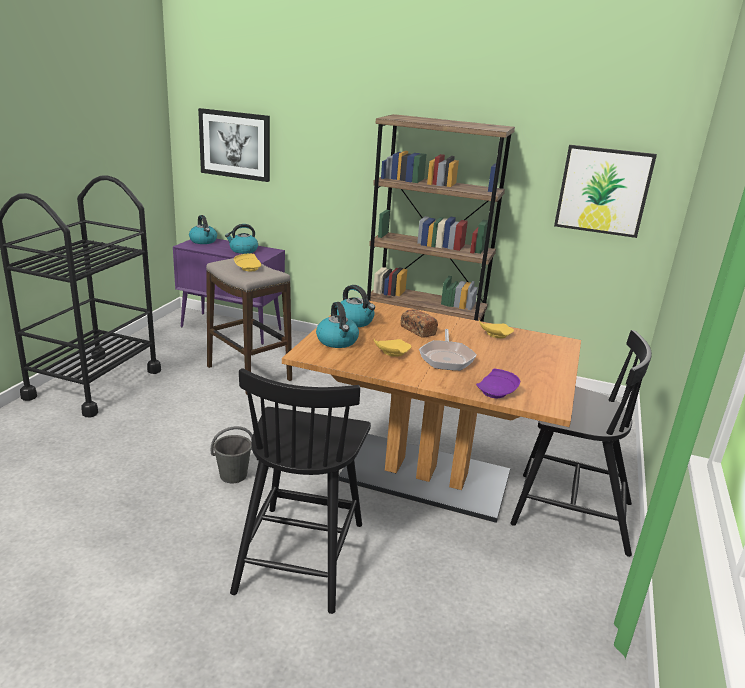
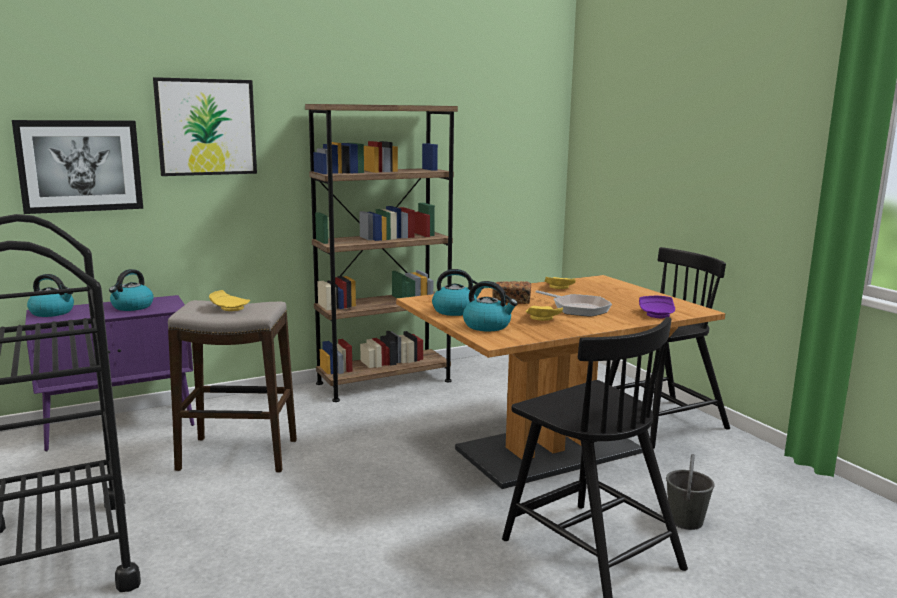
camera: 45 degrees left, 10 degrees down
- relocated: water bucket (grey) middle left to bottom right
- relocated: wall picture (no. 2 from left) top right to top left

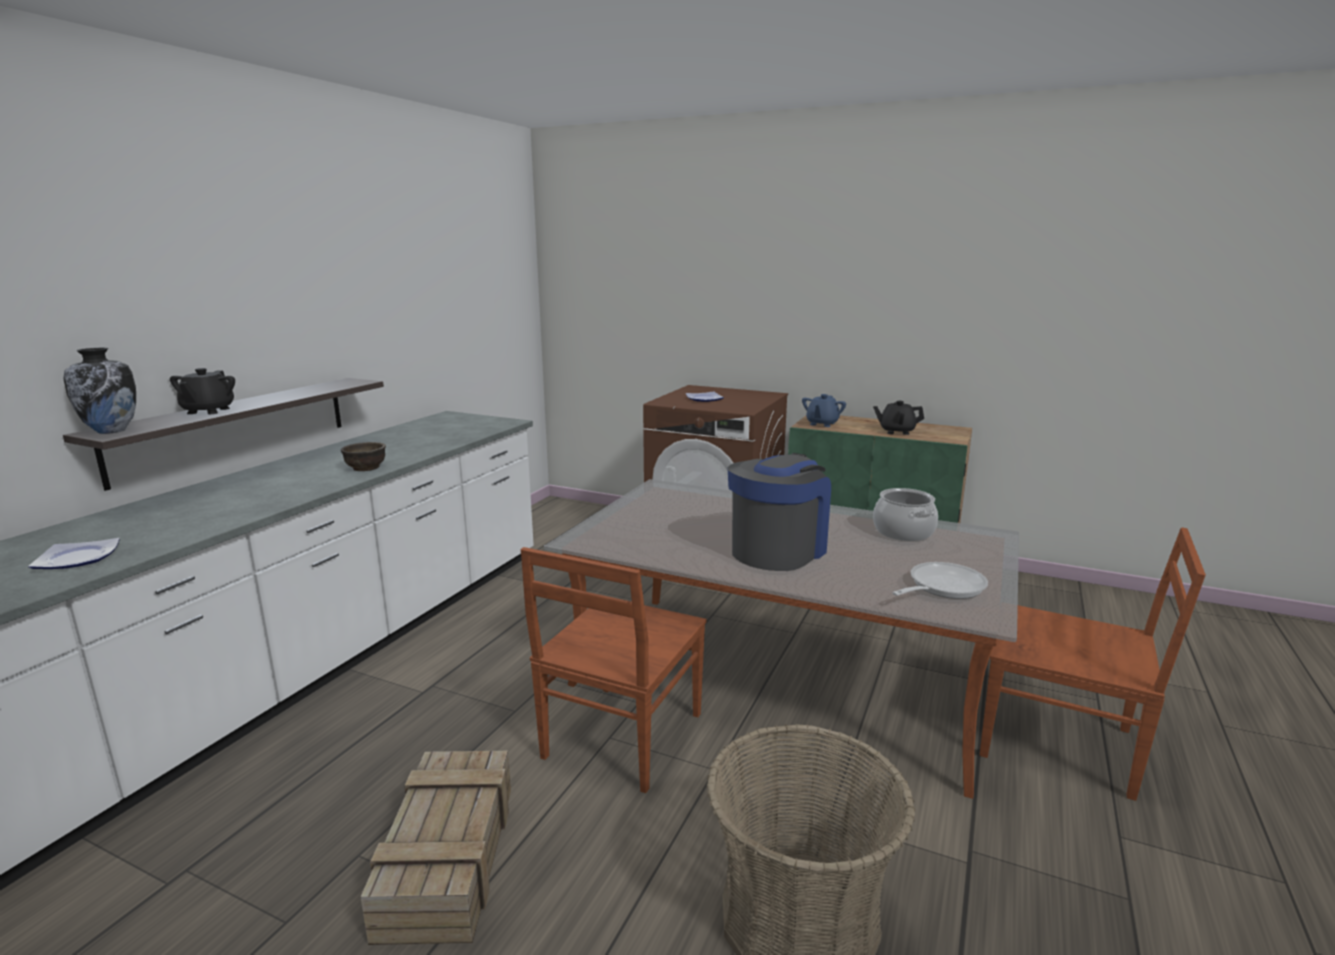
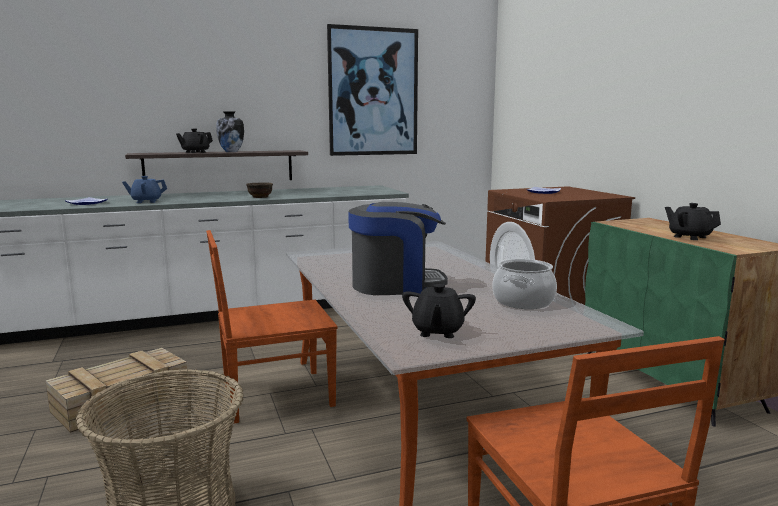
camera: 45 degrees right, 5 degrees down
- appeared: wall picture top centre
- relocated: decorative vase middle left to top left
- relocated: teapot (blue) centre to middle left
- exchanged: skillet middle right to teapot (black-coloured) (no. 2 from left) centre

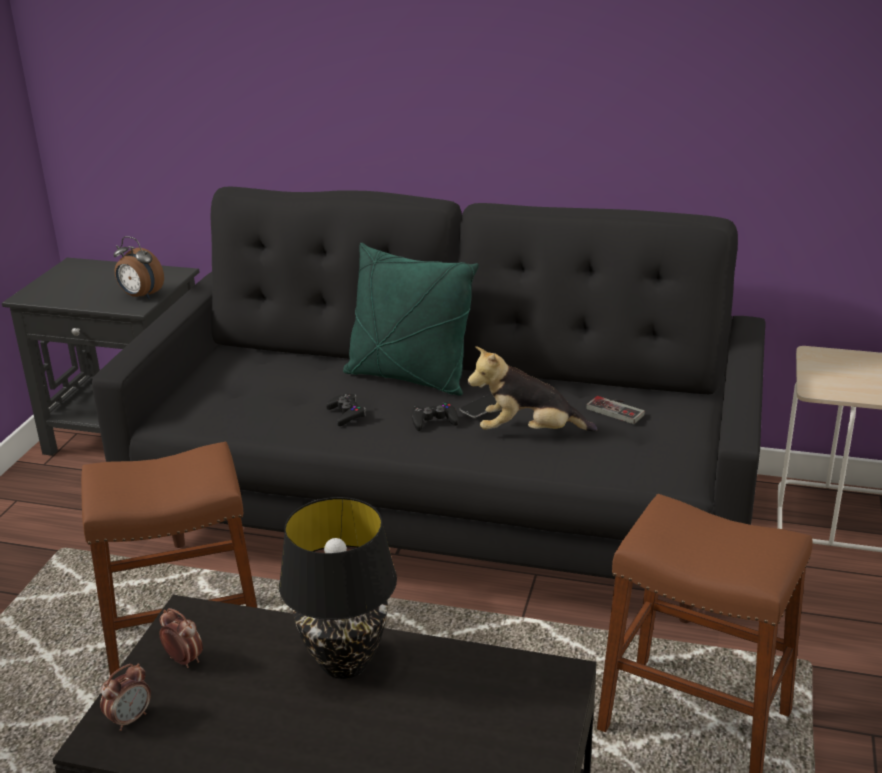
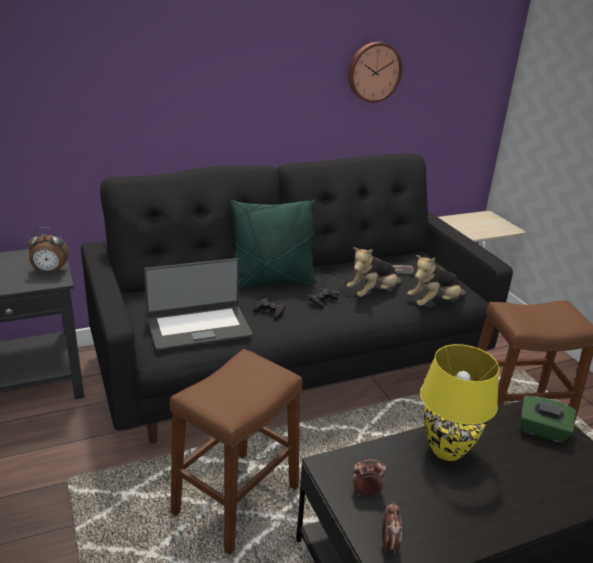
camera: 40 degrees left, 0 degrees up
- appeared: notebook computer centre
- appeared: wall clock top centre
- appeared: cuddly toy (no. 2 from left) middle right
- appeared: tissue holder (green-coloured) bottom right
- colour: table lamp (black-coloured) bottom centre to table lamp (yellow) bottom right

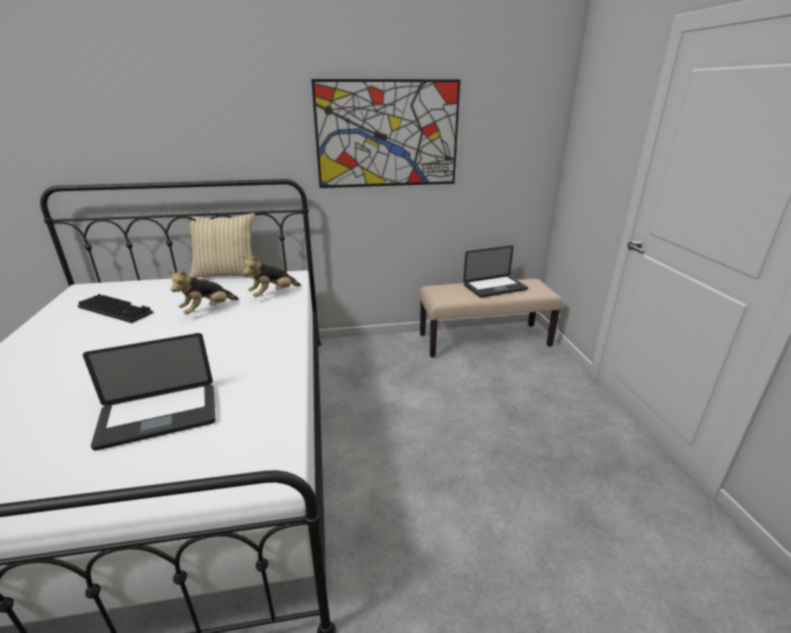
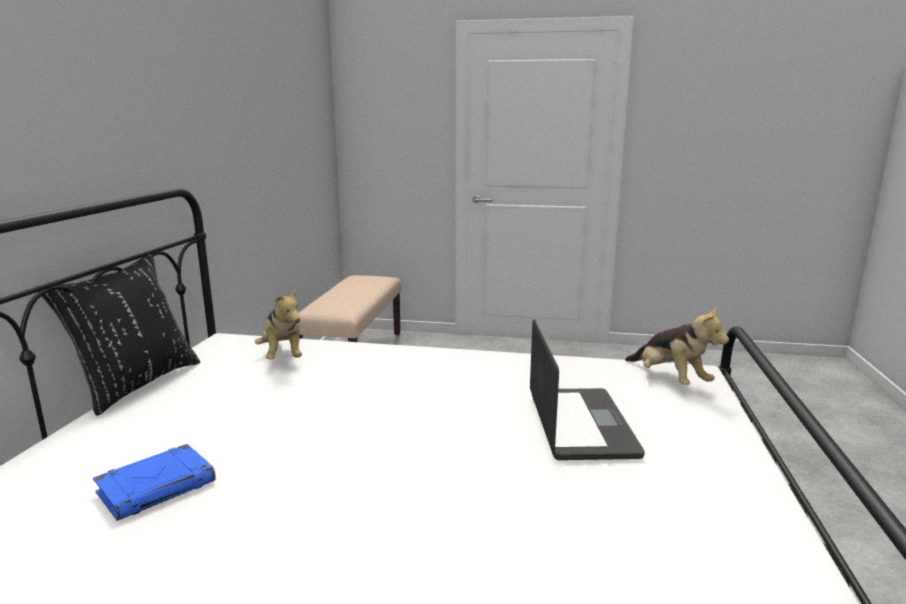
camera: 70 degrees left, 10 degrees down
- missing: wall picture top centre
- missing: notebook computer (no. 2 from left) centre
- relocated: cuddly toy (no. 1 from left in the first image) middle left to cuddly toy (no. 2 from left) middle right
- exchanged: keyboard middle left to bound book (blue) bottom left
- colour: cushion (beige) middle left to cushion (black-coloured) middle left

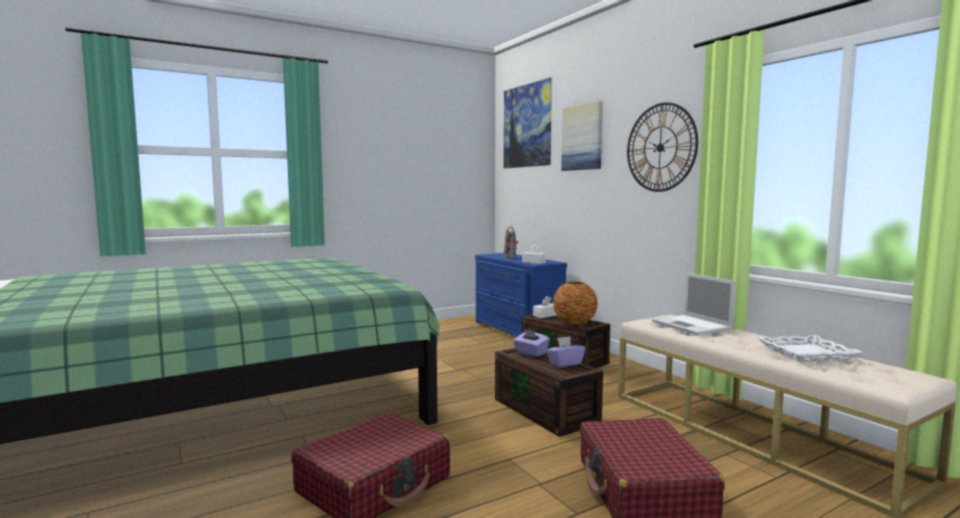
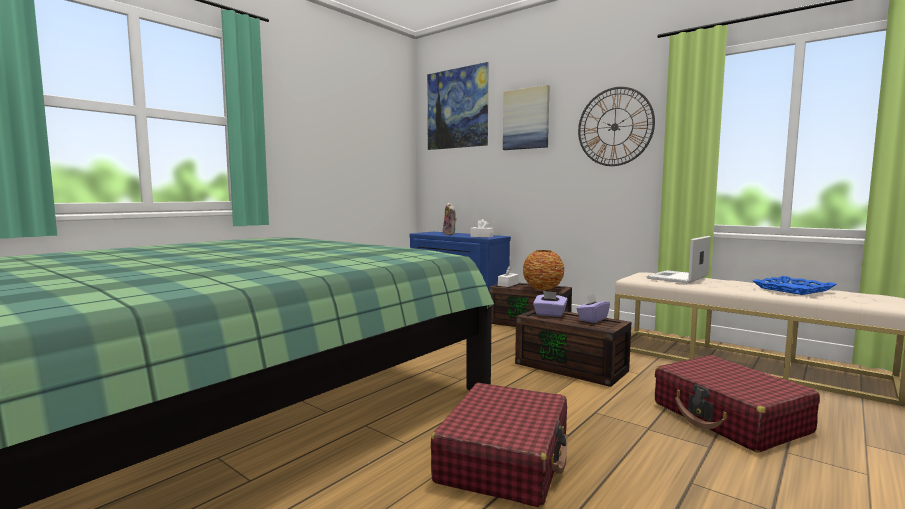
camera: 20 degrees left, 0 degrees up
- colour: tray (whitish) bottom right to tray (blue) middle right
- spun: notebook computer middle right = middle right 90 degrees clockwise

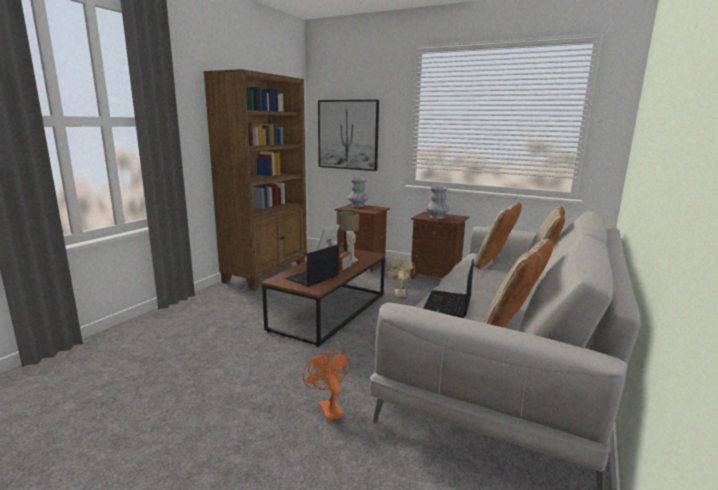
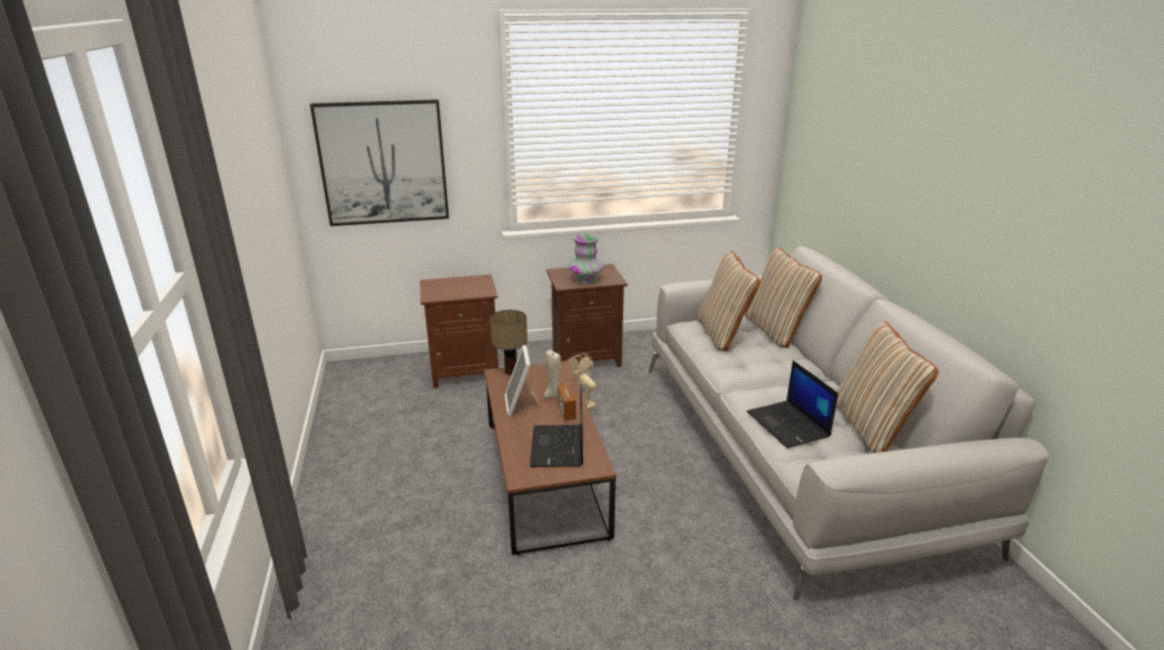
camera: 40 degrees left, 10 degrees up
- missing: bookcase (brown-coloured) centre
- missing: fan (orange) bottom centre
- missing: decorative vase (no. 1 from left) centre

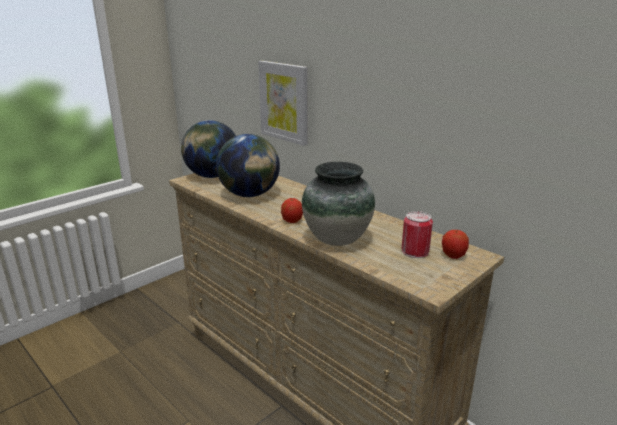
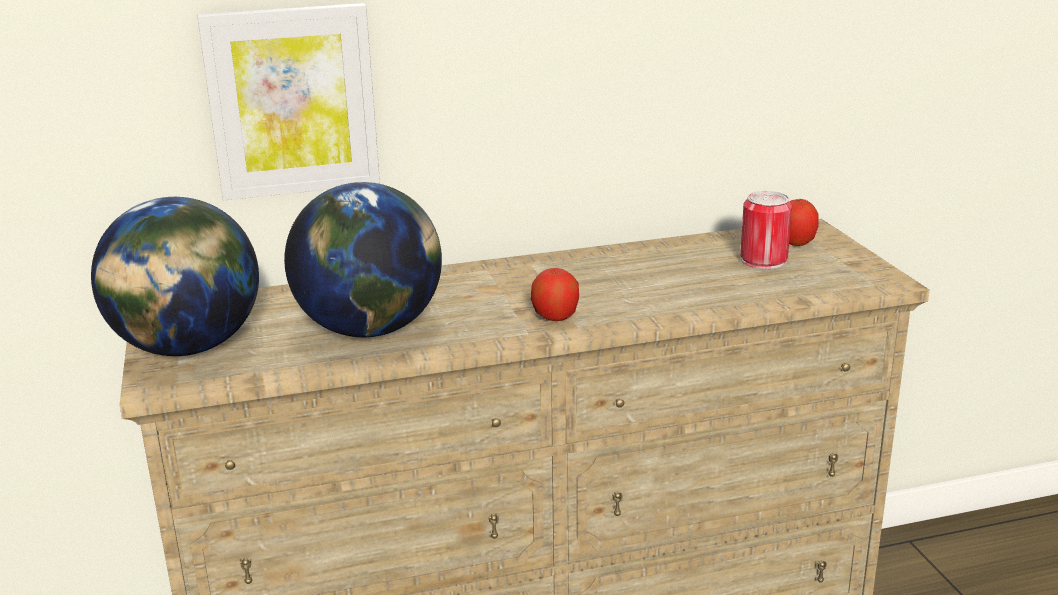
camera: 60 degrees left, 0 degrees up
- missing: decorative vase centre

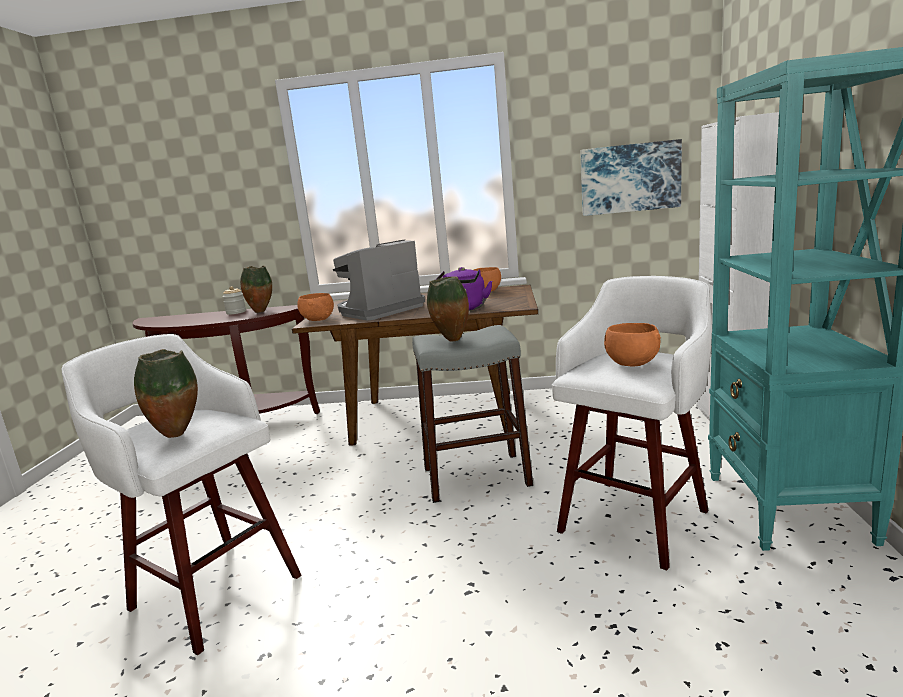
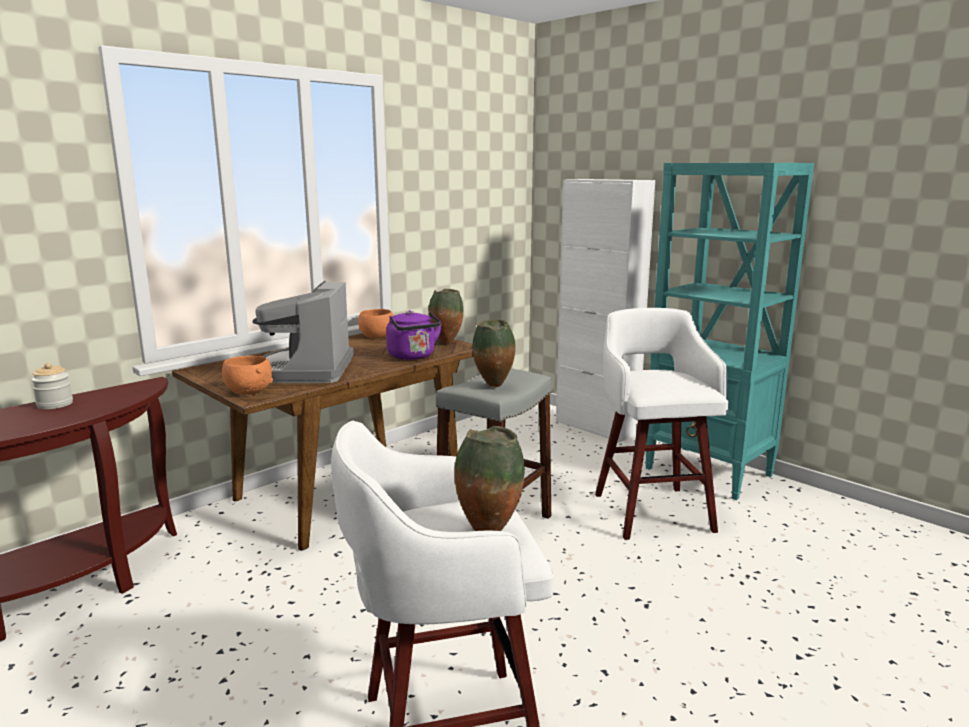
camera: 50 degrees left, 0 degrees up
- missing: wall picture top right
- missing: bowl (orange) (no. 3 from left) middle right
- relocated: decorative vase (no. 2 from left in the first image) middle left to decorative vase (no. 1 from left) centre

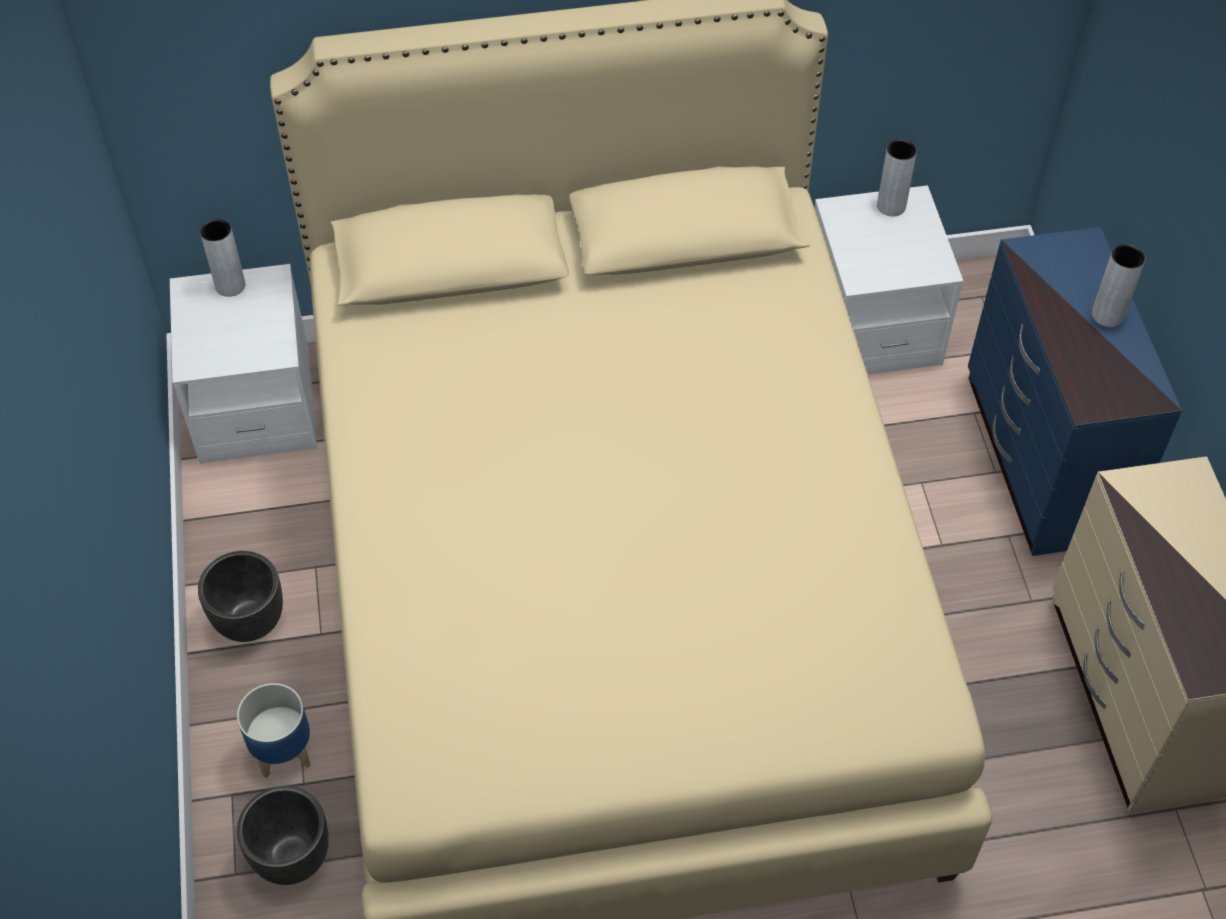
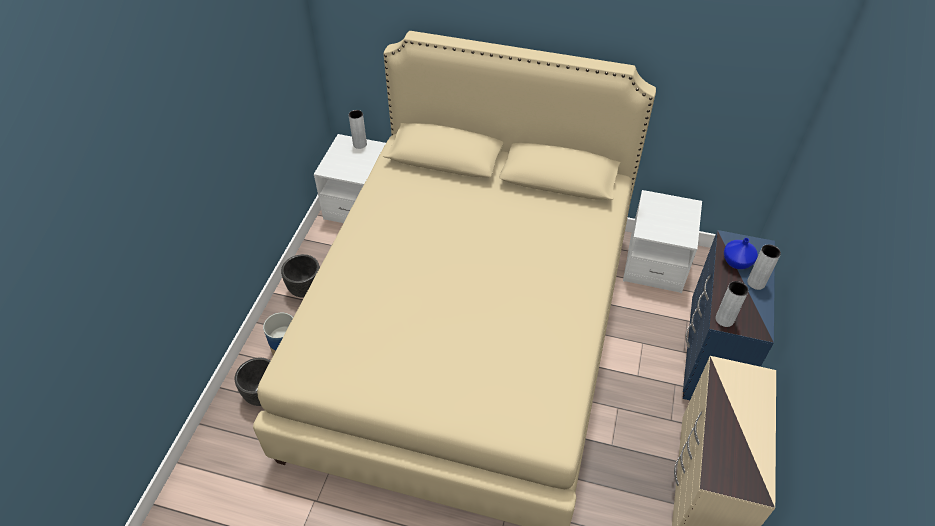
camera: 25 degrees right, 5 degrees down
- appeared: decorative vase (blue) middle right
- relocated: decorative vase (grey) (no. 2 from left) top right to middle right

